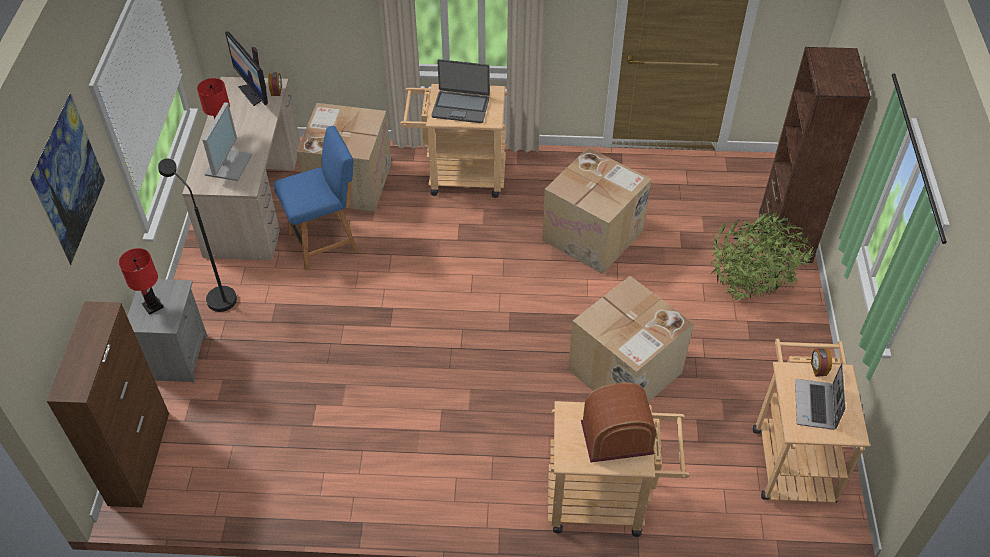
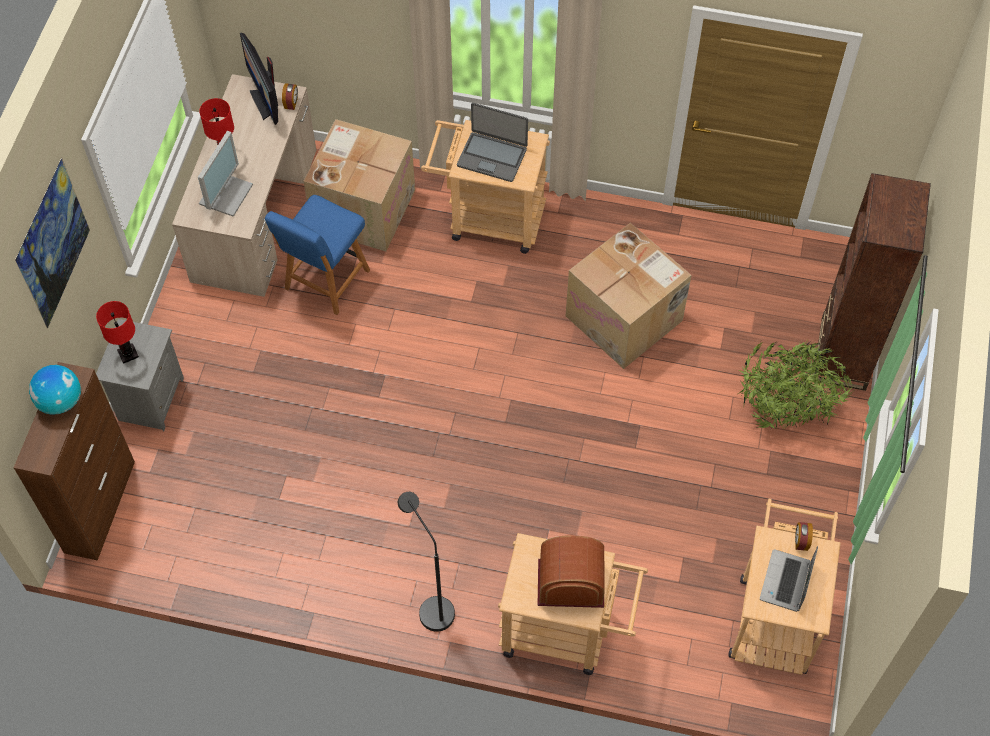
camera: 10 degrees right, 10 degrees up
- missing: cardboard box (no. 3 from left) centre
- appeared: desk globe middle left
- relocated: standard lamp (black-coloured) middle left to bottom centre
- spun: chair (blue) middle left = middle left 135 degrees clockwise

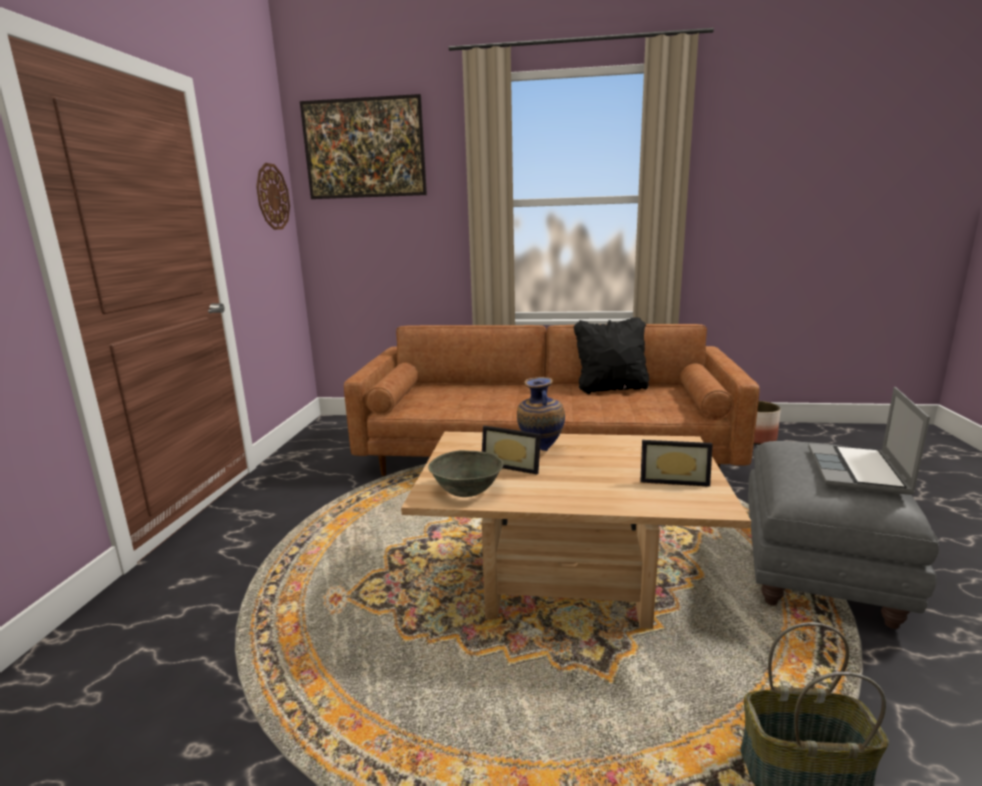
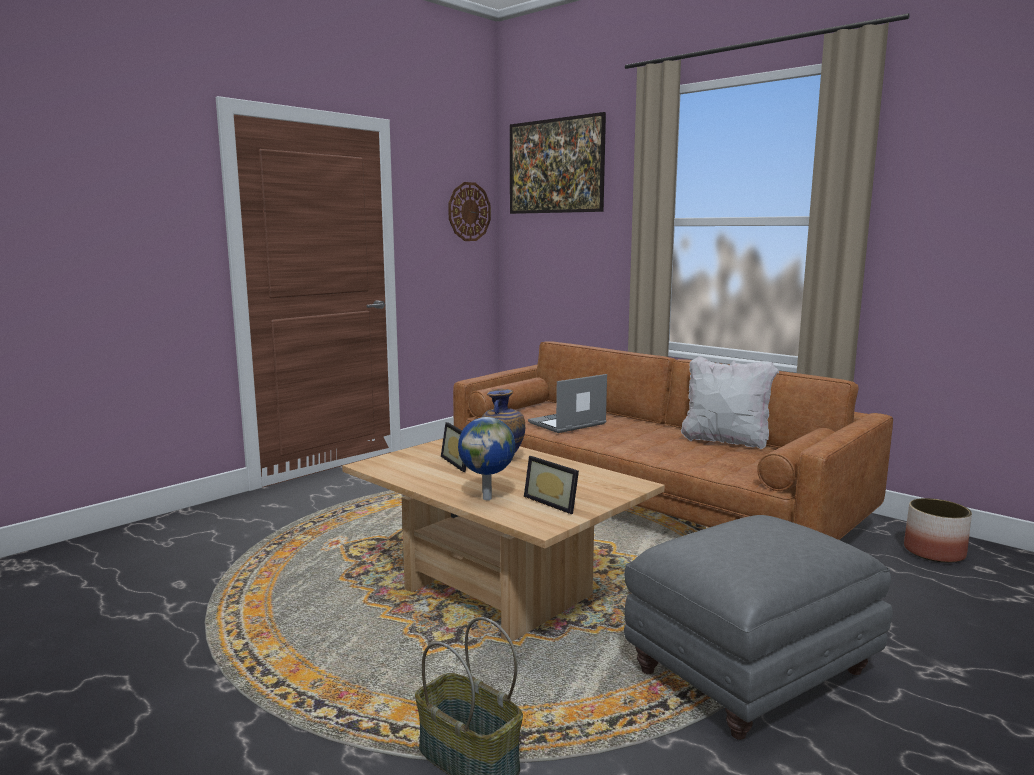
camera: 35 degrees right, 5 degrees down
- missing: bowl (grey) centre
- appeared: desk globe centre
- relocated: notebook computer middle right to centre
- colour: cushion (black-coloured) centre to cushion (whitish) middle right

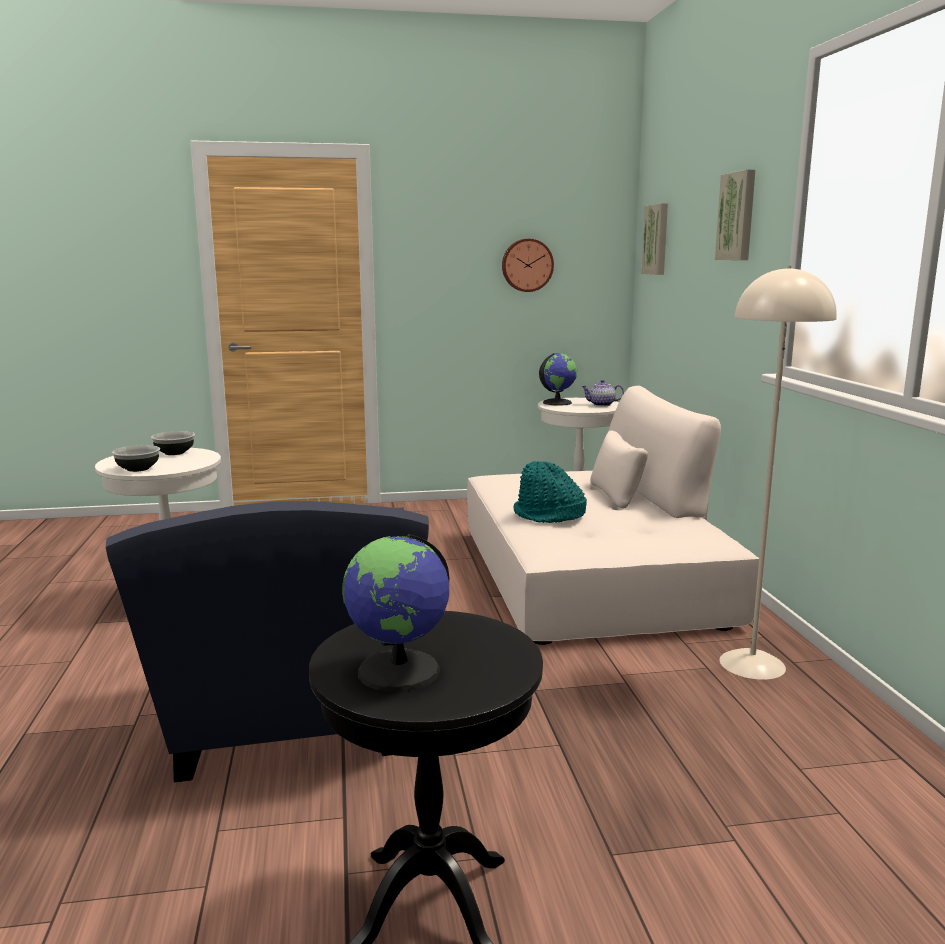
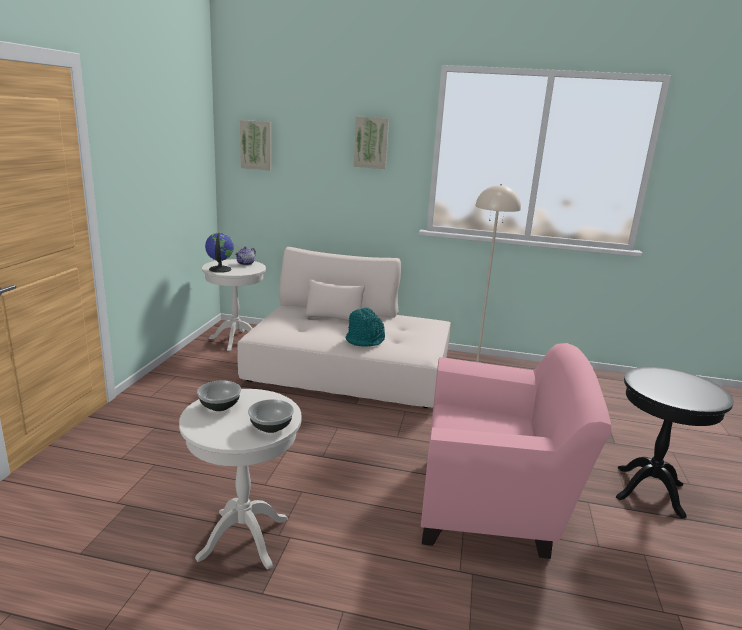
camera: 70 degrees left, 5 degrees up
- missing: desk globe (no. 1 from left) centre
- missing: wall clock top centre
- colour: lounge chair (blue) bottom left to lounge chair (pink) bottom right

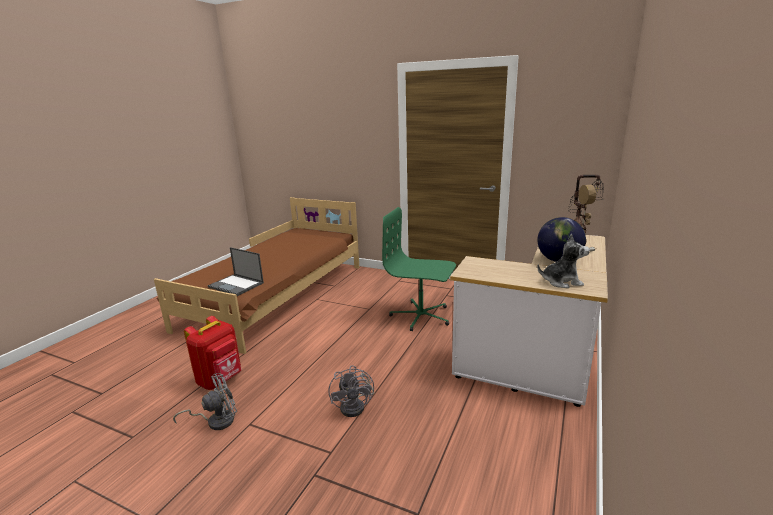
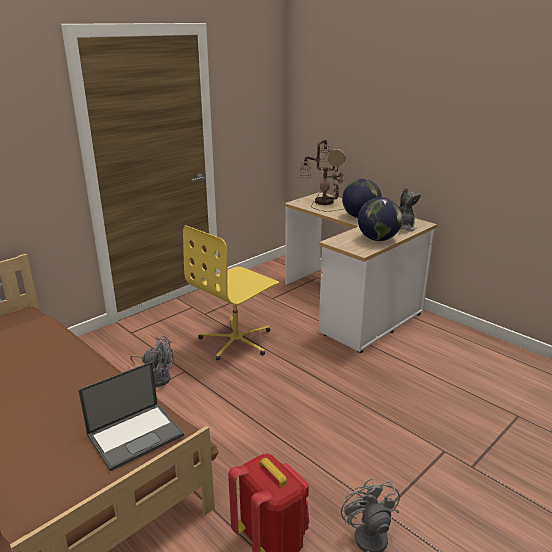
camera: 70 degrees left, 5 degrees up
- appeared: desk globe (no. 2 from left) middle right
- relocated: fan (grey) (no. 2 from left in the first image) bottom centre to fan (grey) (no. 1 from left) middle left
- colour: computer chair (green-coloured) centre to computer chair (yellow) centre

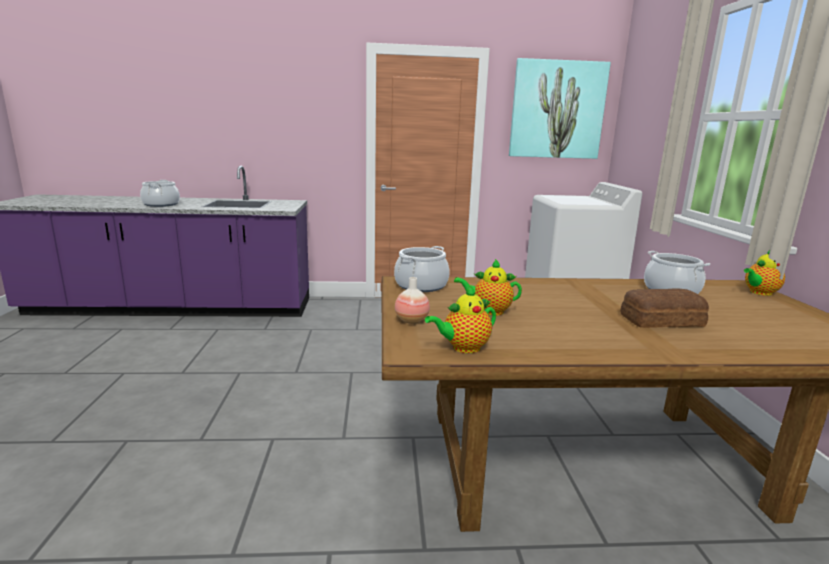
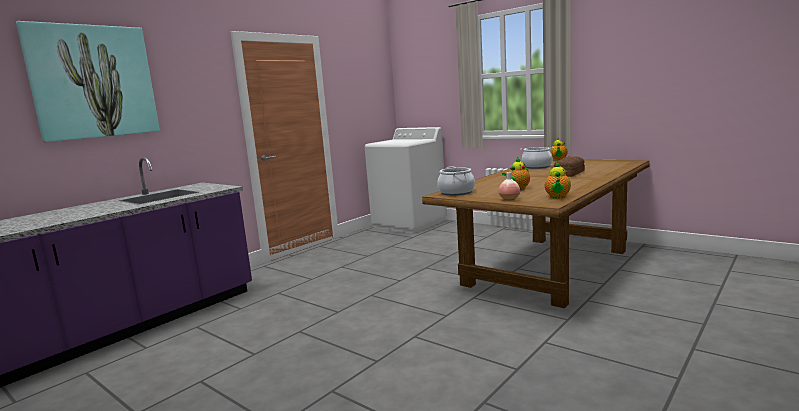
camera: 45 degrees left, 5 degrees down
- missing: cooking pot (no. 1 from left) middle left
- relocated: wall picture top right to top left

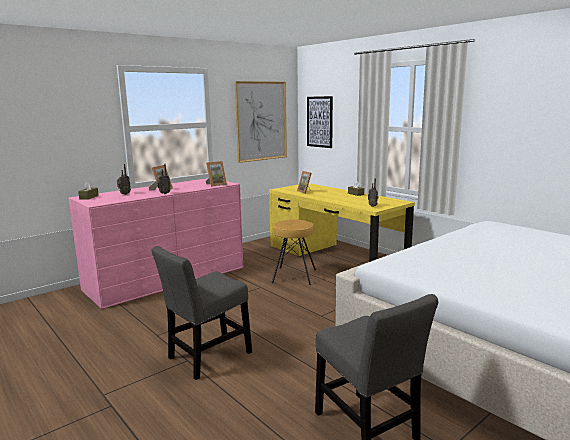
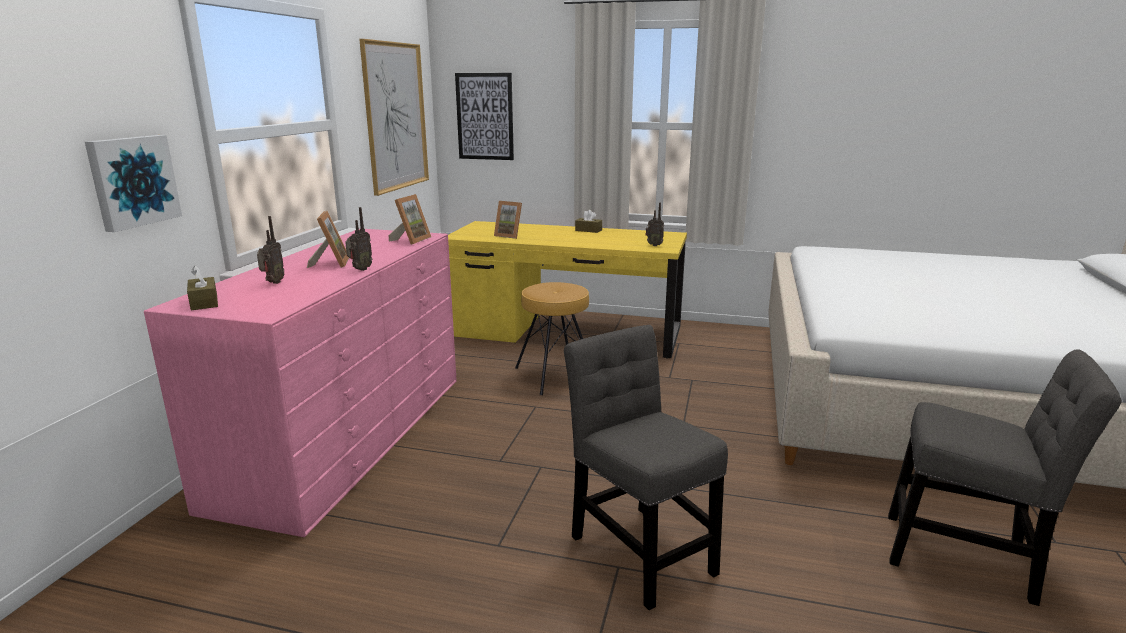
camera: 35 degrees left, 5 degrees up
- appeared: wall picture (no. 1 from left) top left
- spun: chair (grey) (no. 1 from left) bottom centre = bottom centre 135 degrees clockwise

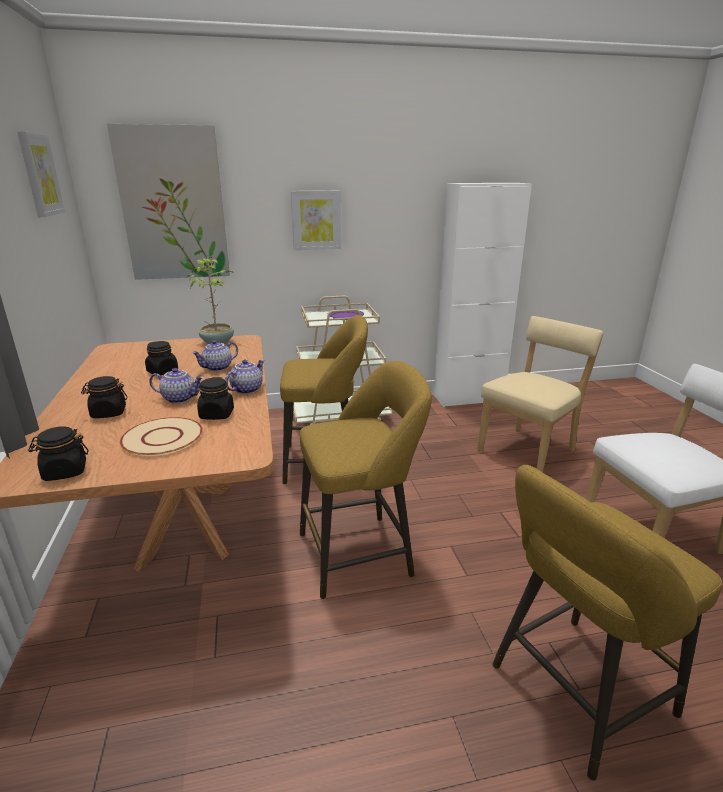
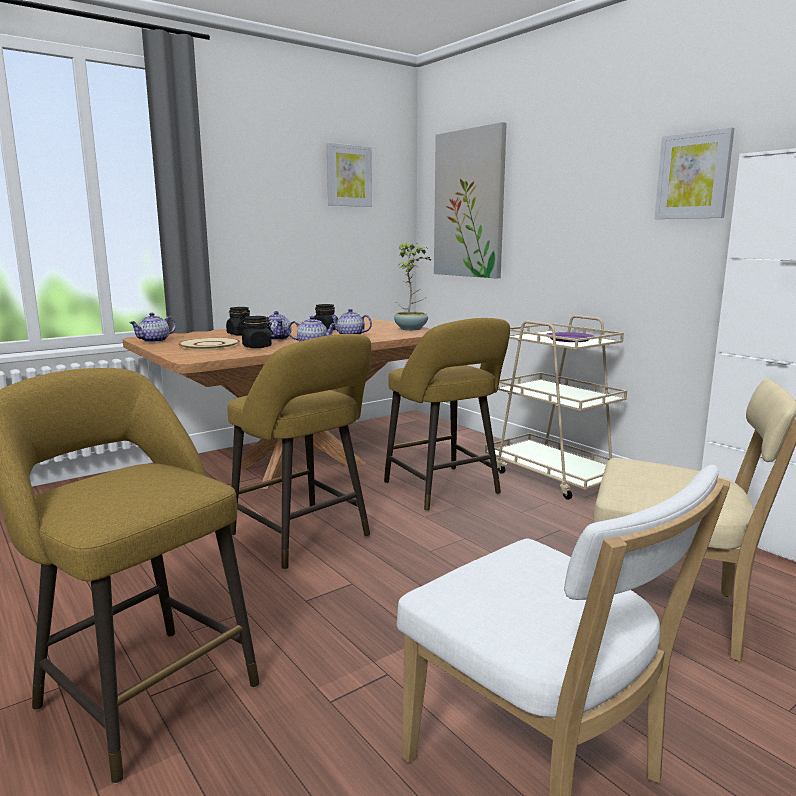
camera: 65 degrees right, 10 degrees down
- relocated: wall picture (no. 3 from left) top centre to top right
- exchanged: storage jar (black-coloured) (no. 1 from left) middle left to teapot (no. 1 from left) middle left

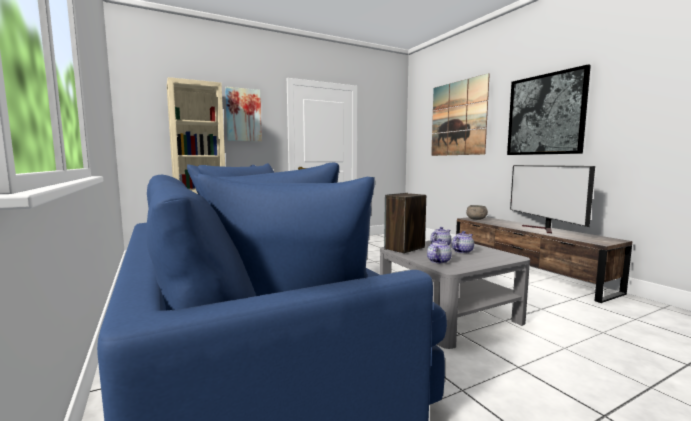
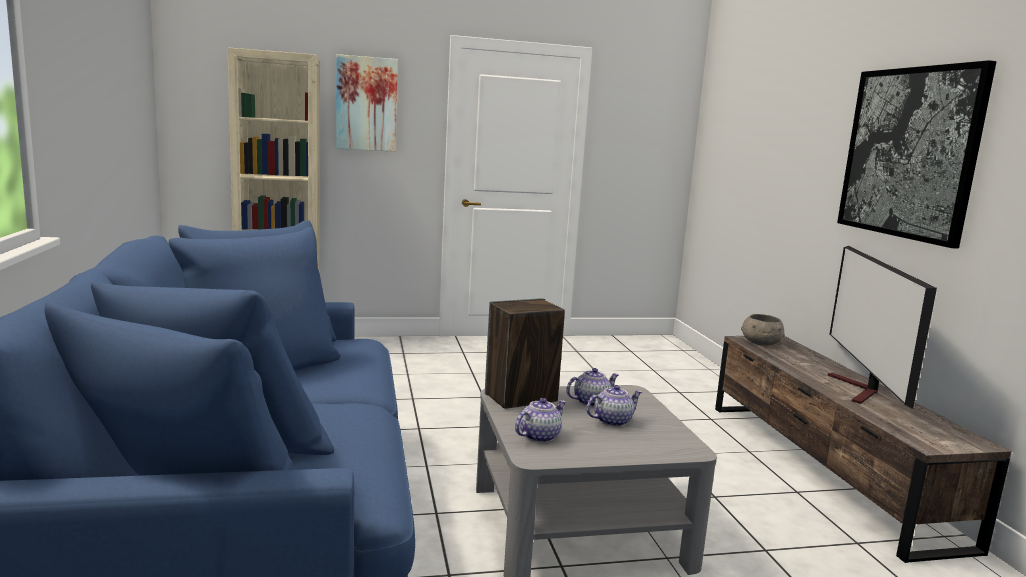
camera: 15 degrees right, 5 degrees up
- missing: wall picture (no. 2 from left) top centre

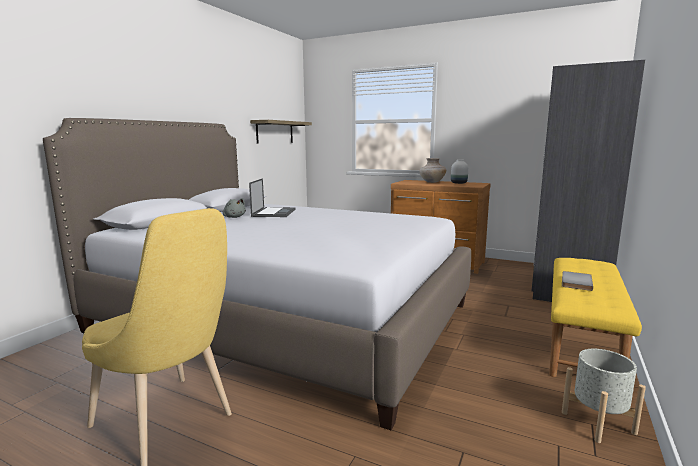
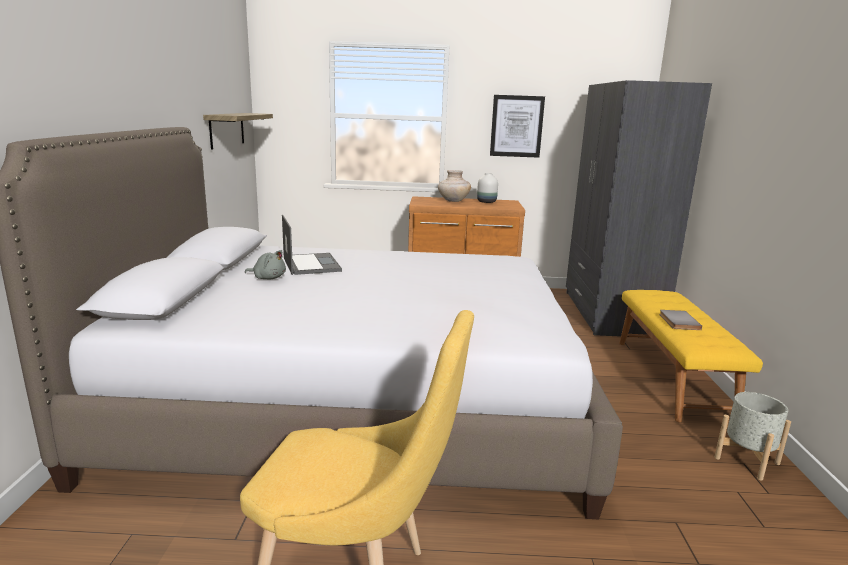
camera: 25 degrees left, 5 degrees up
- appeared: wall picture top centre

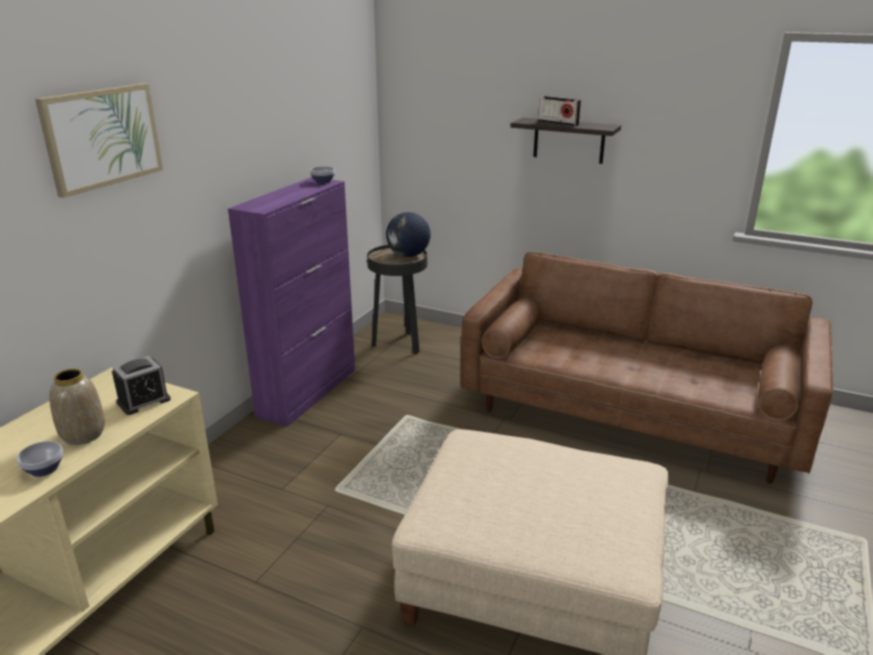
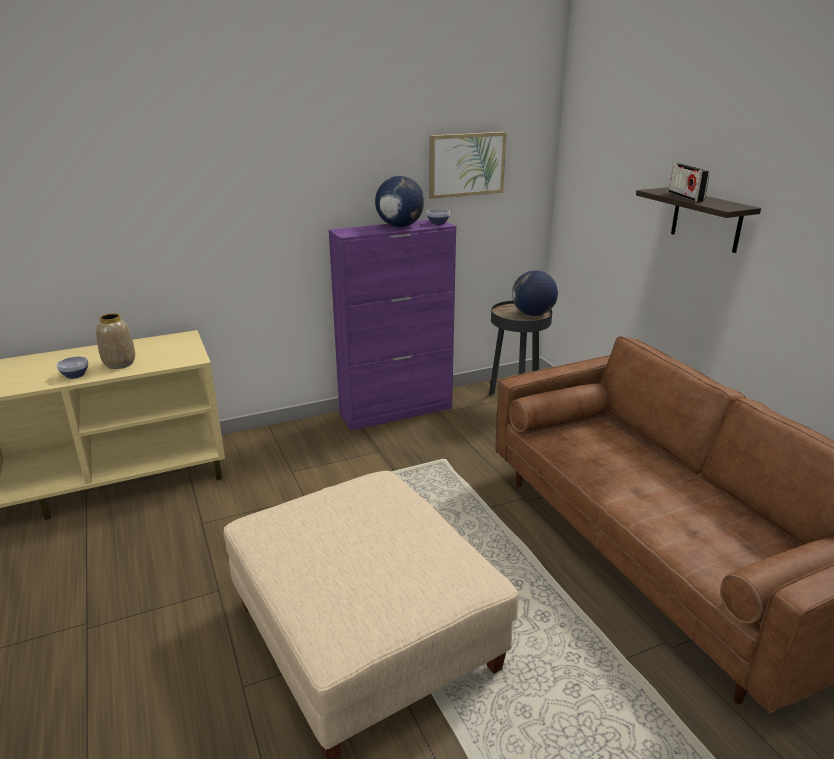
camera: 40 degrees right, 0 degrees up
- missing: alarm clock middle left
- appeared: desk globe (no. 1 from left) top centre
- relocated: wall picture top left to top centre

